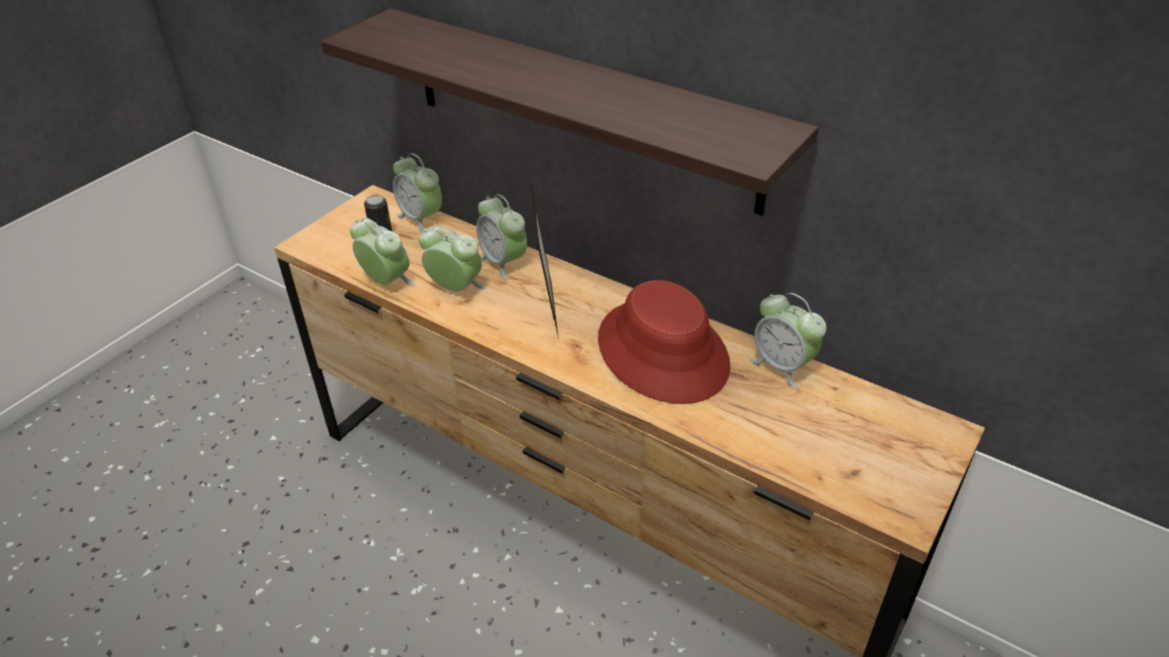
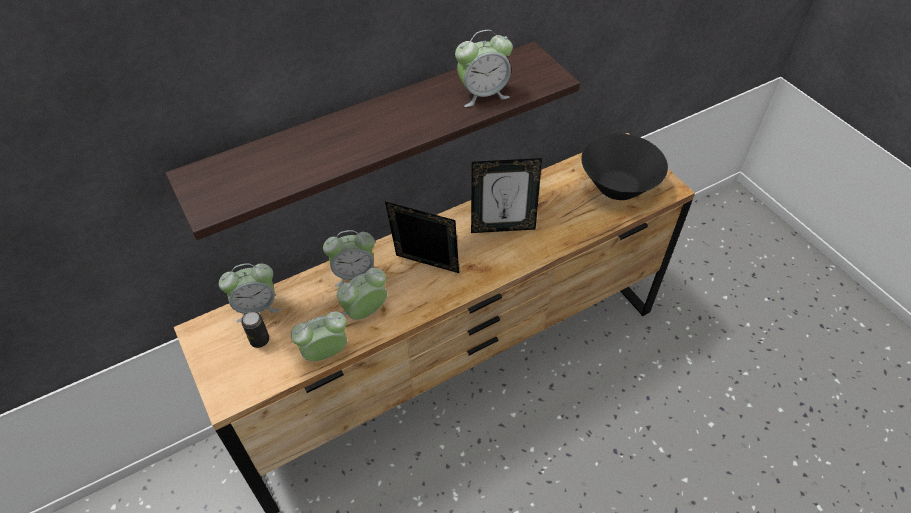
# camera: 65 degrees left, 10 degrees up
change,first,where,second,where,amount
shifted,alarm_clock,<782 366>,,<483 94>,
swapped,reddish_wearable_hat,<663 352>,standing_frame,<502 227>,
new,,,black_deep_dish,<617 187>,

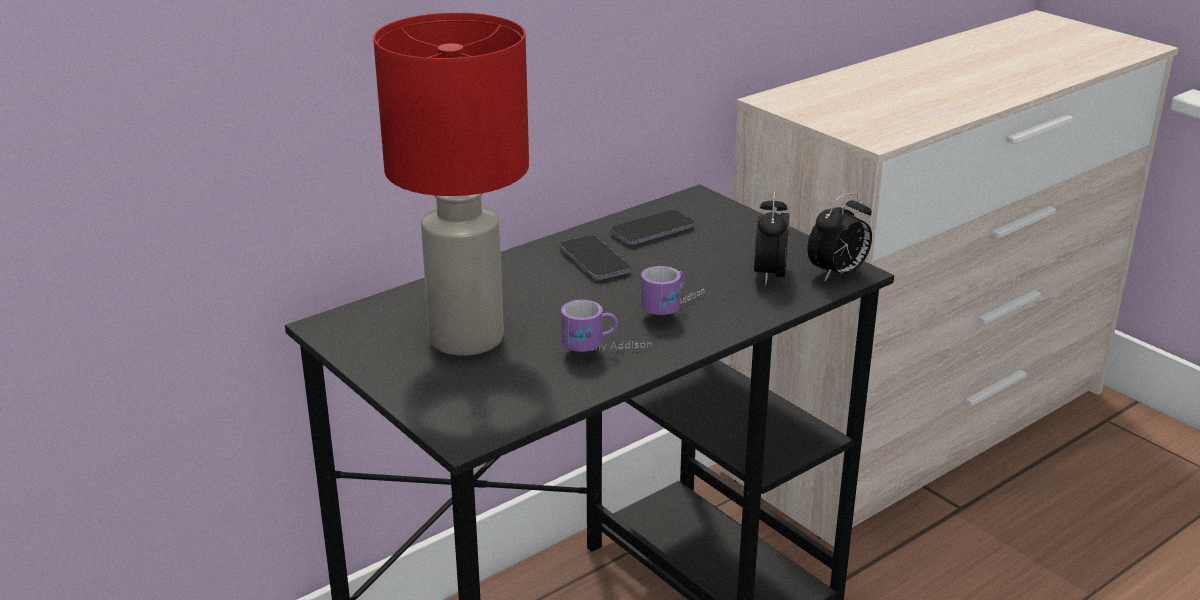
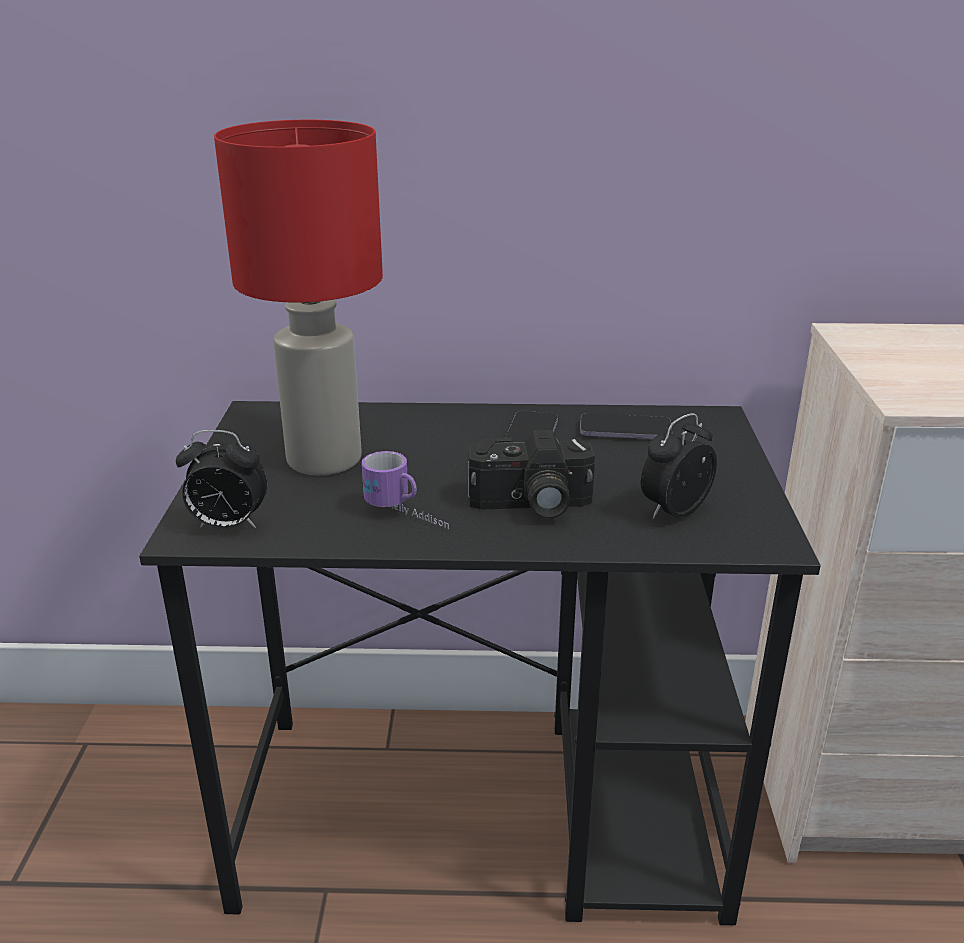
# camera: 40 degrees right, 0 degrees up
change,first,where,second,where,amount
shifted,alarm_clock,<837 274>,,<227 526>,
swapped,tea_mug,<676 309>,photo_camera,<530 505>,

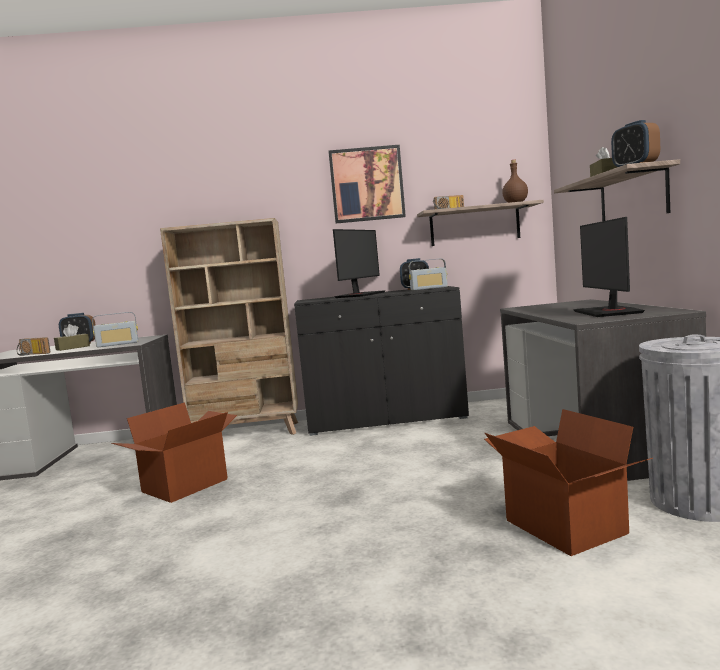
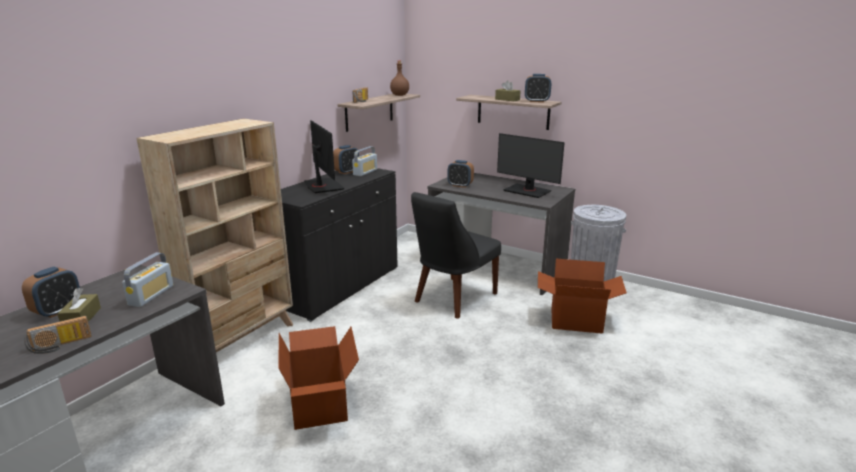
# camera: 55 degrees left, 15 degrees up
change,first,where,second,where,amount
new,,,black_plain_chair,<453 299>,
new,,,alarm_clock,<460 185>,
gone,picture,<367 184>,,,

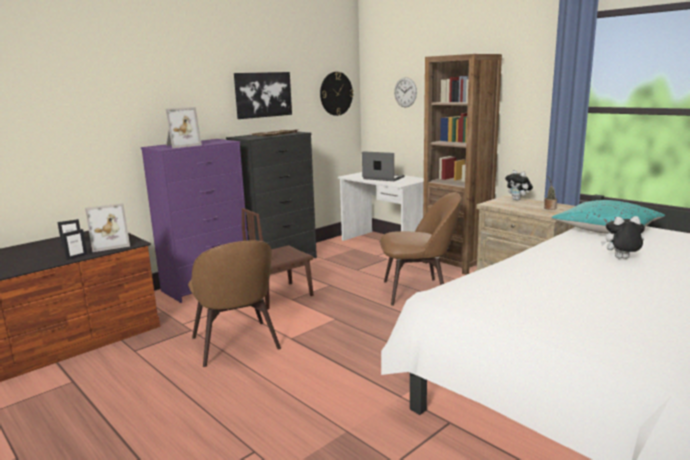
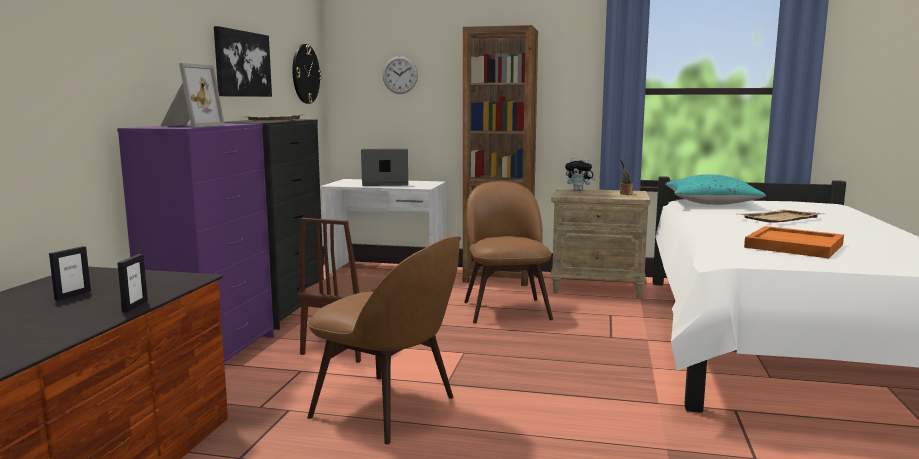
# camera: 35 degrees left, 5 degrees down
change,first,where,second,where,amount
rotated,brown-coloured_plain_chair,<417 291>,,<506 309>,60 degrees counterclockwise
swapped,soft_toy,<621 259>,beige_carrying_tray,<779 218>,
new,,,orange-coloured_carrying_tray,<793 246>,
gone,standing_frame,<110 245>,,,

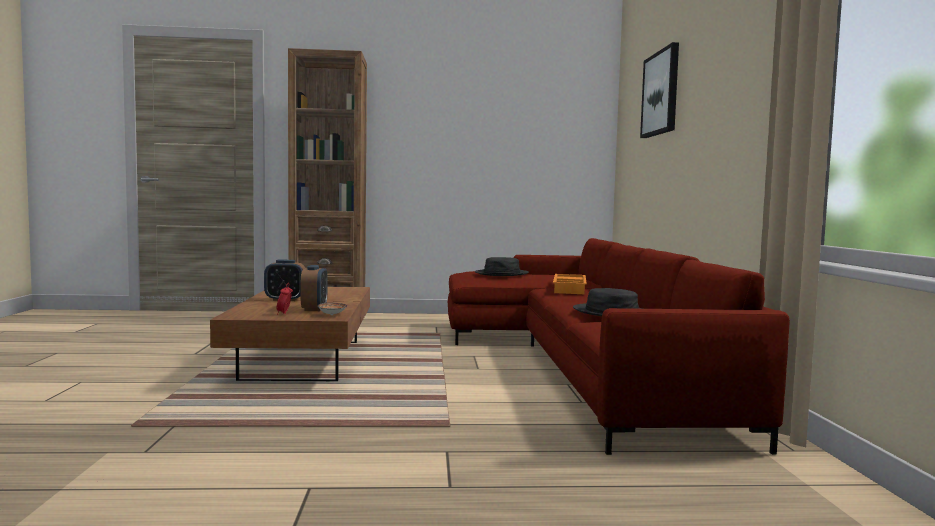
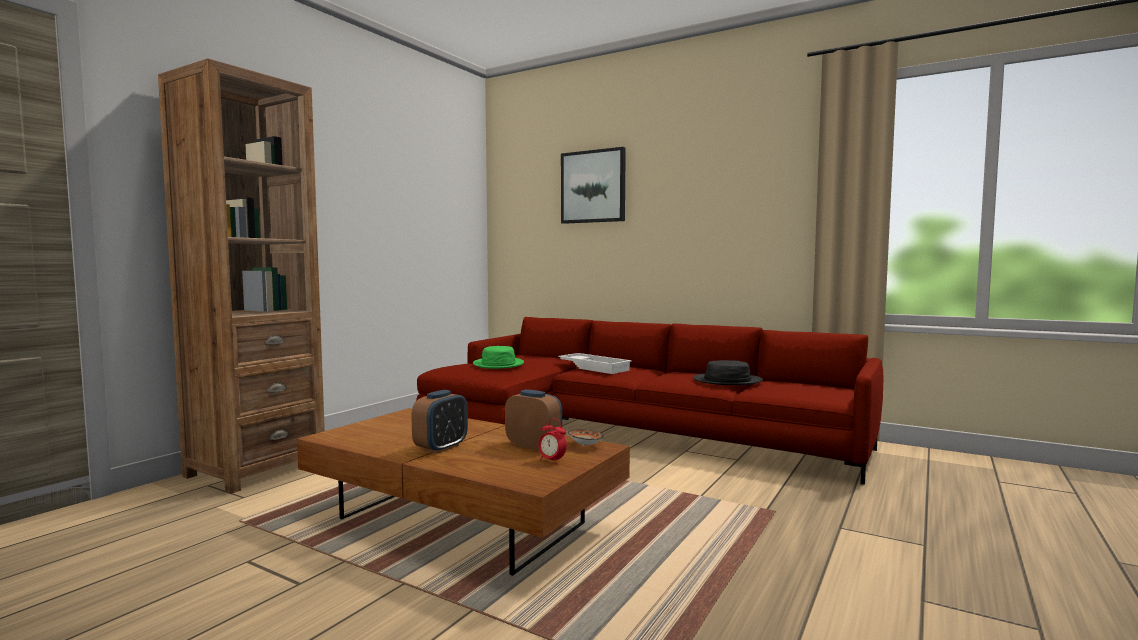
# camera: 55 degrees left, 0 degrees up
change,first,where,second,where,amount
repainted,black_wearable_hat,<501 274>,green_wearable_hat,<498 364>,
repainted,orange-coloured_carrying_tray,<570 289>,whitish_carrying_tray,<595 367>,

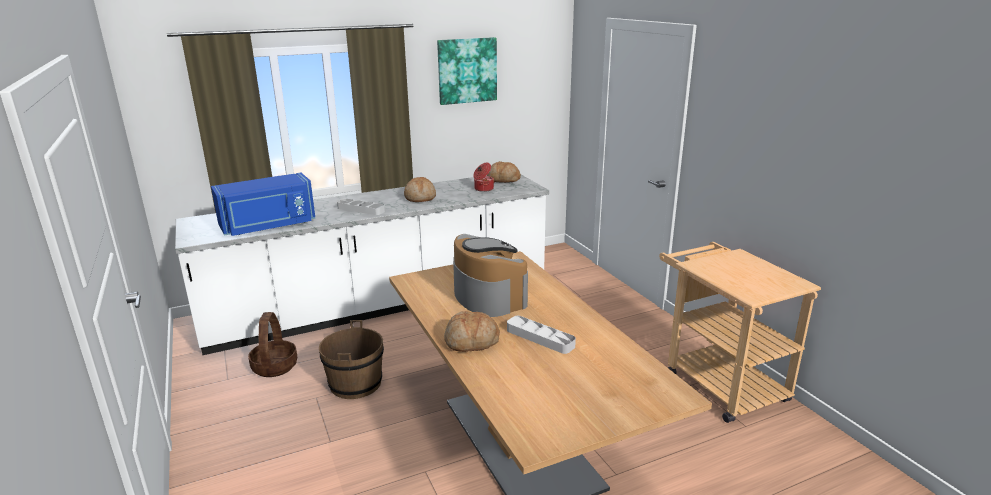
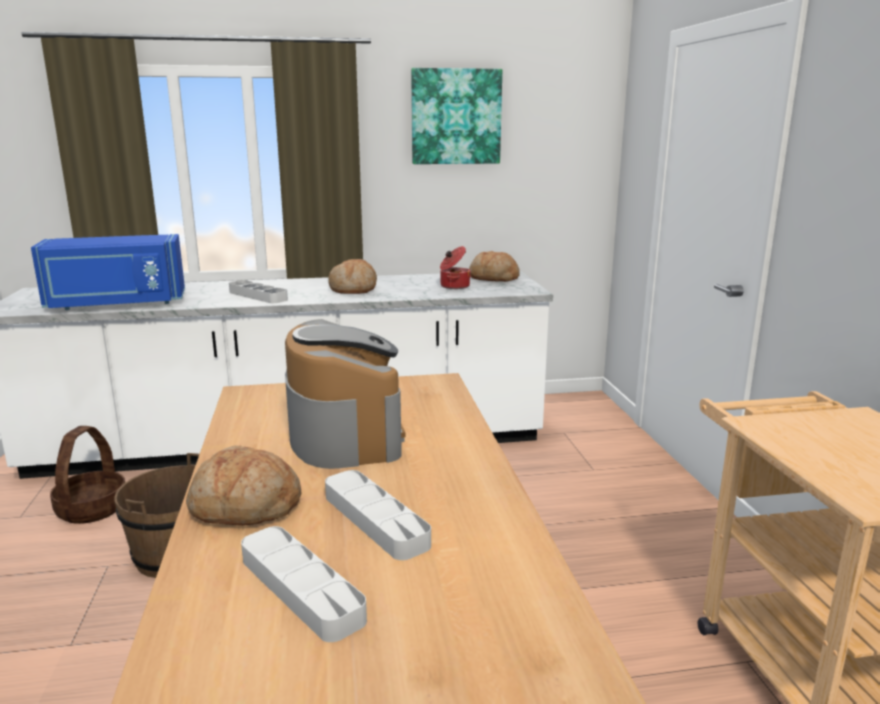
# camera: 15 degrees right, 5 degrees down
change,first,where,second,where,amount
new,,,grey_carrying_tray,<301 588>,

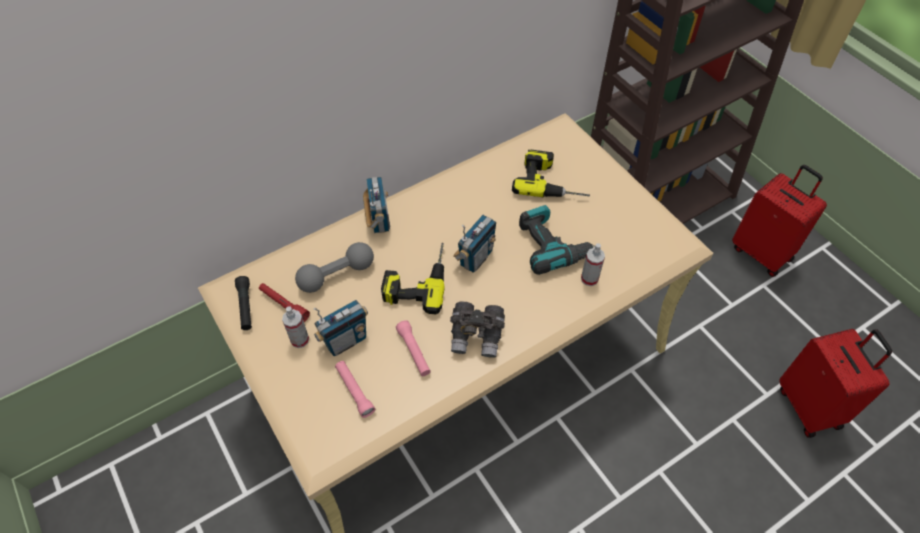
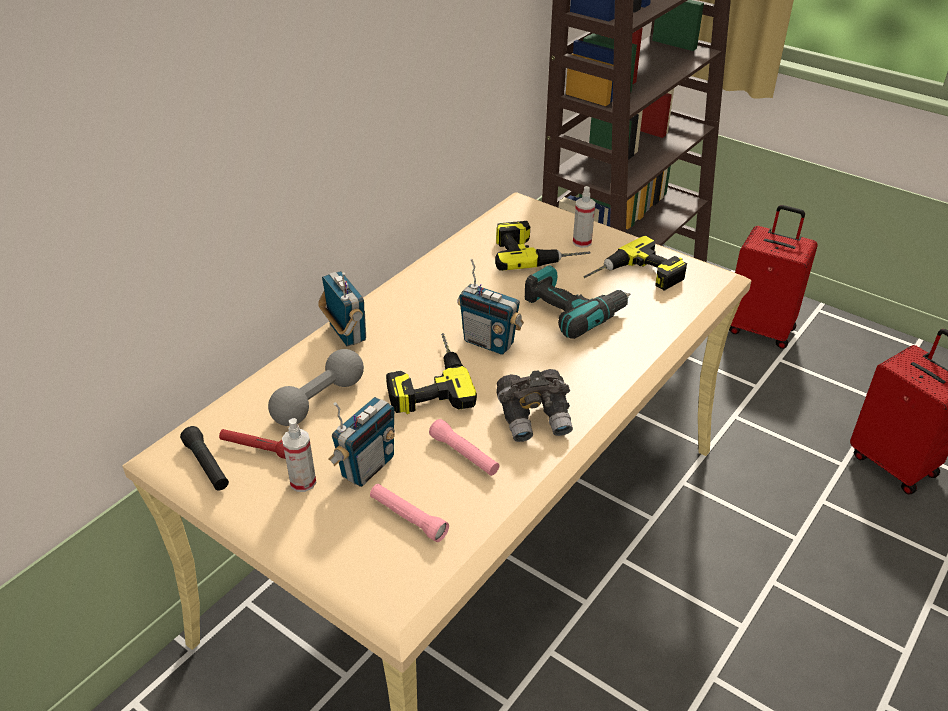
# camera: 20 degrees left, 15 degrees down
change,first,where,second,where,amount
rotated,radio_receiver,<475 258>,,<489 342>,105 degrees clockwise
shifted,sprayer,<589 279>,,<582 242>,
new,,,drill,<635 277>,

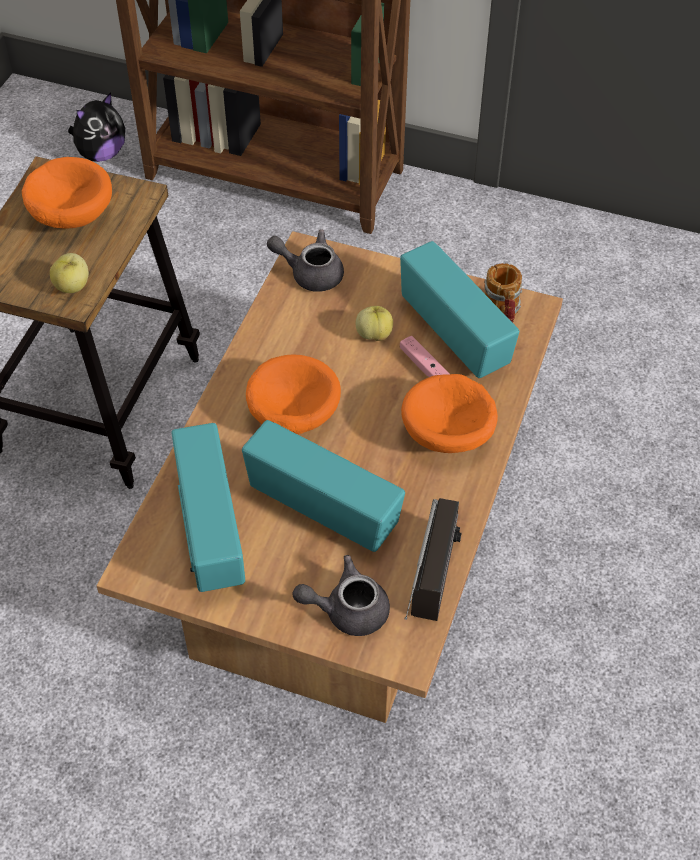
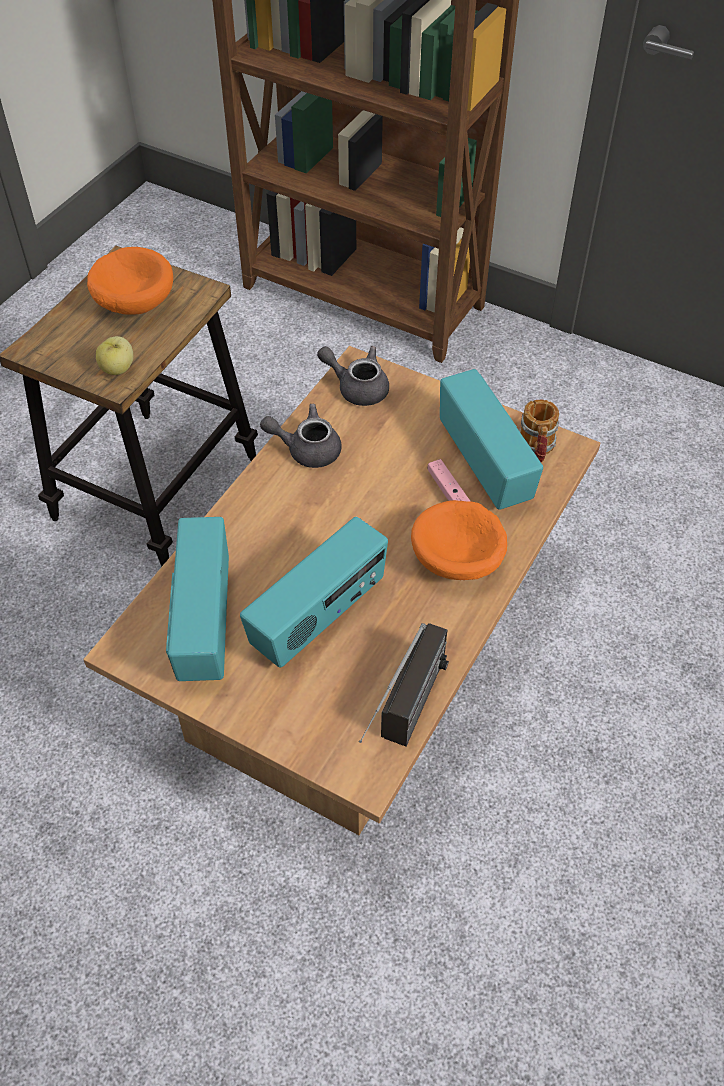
# camera: 10 degrees right, 0 degrees up
change,first,where,second,where,amount
rotated,radio_receiver,<324 509>,,<319 617>,90 degrees clockwise
shifted,grey_tea_pot,<347 610>,,<306 449>,
gone,soft_toy,<101 154>,,,
gone,orange-coloured_deep_dish,<292 414>,,,
gone,apple_fruit,<374 335>,,,

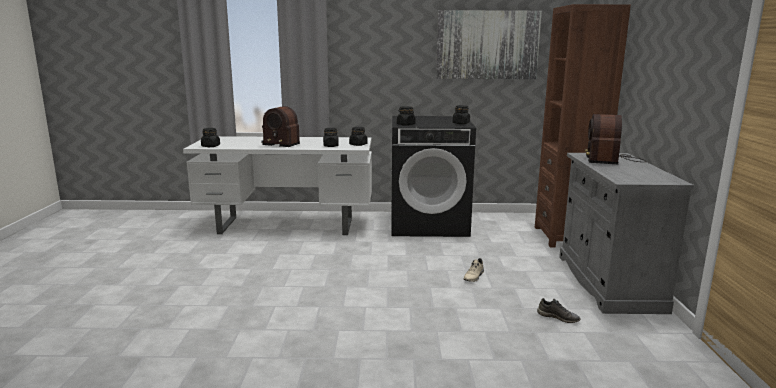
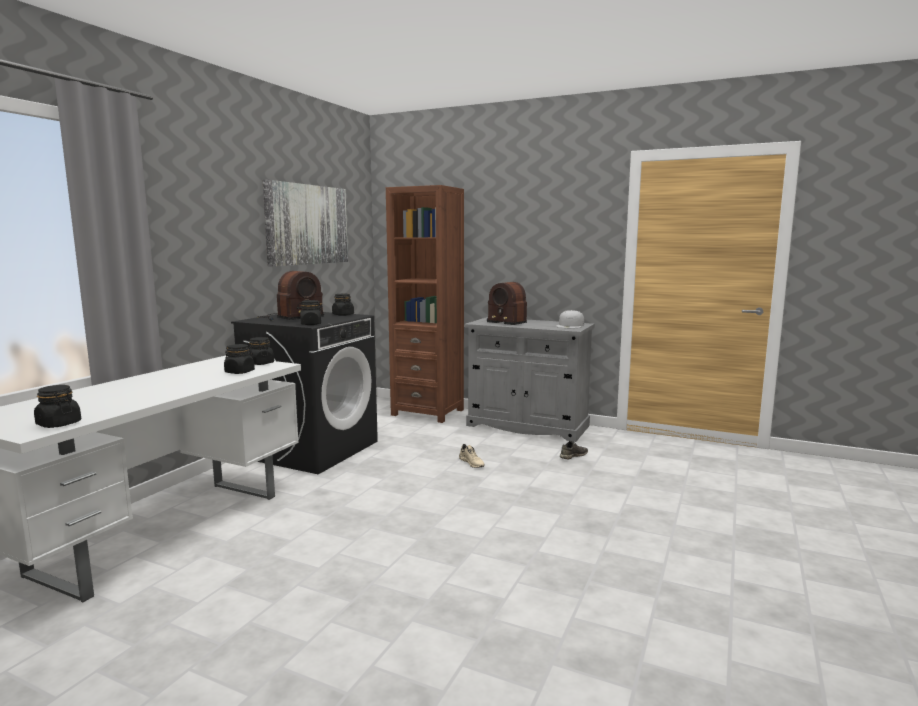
# camera: 65 degrees left, 5 degrees down
change,first,where,second,where,amount
shifted,radio_receiver,<281 143>,,<289 318>,
new,,,whitish_cap,<570 325>,

